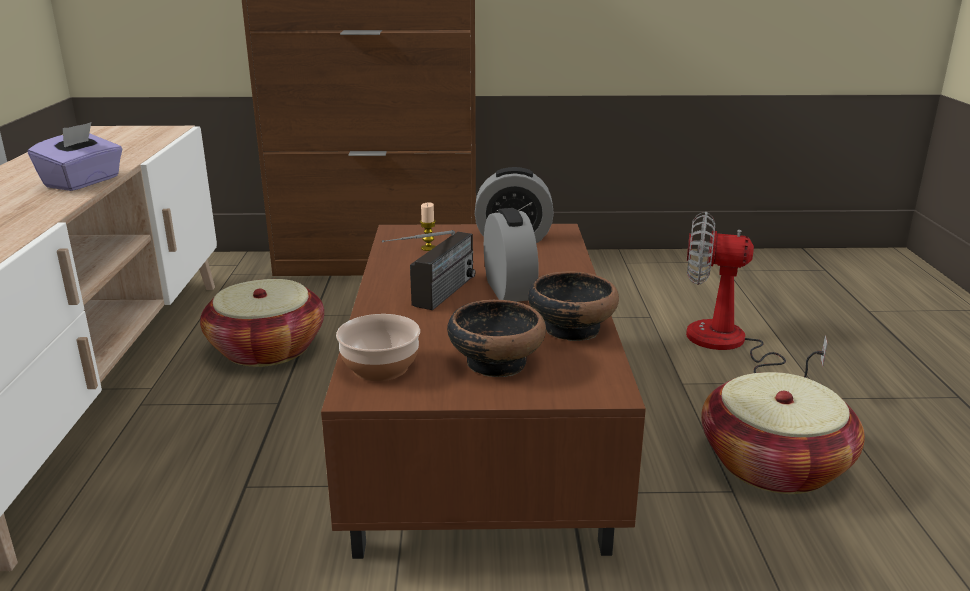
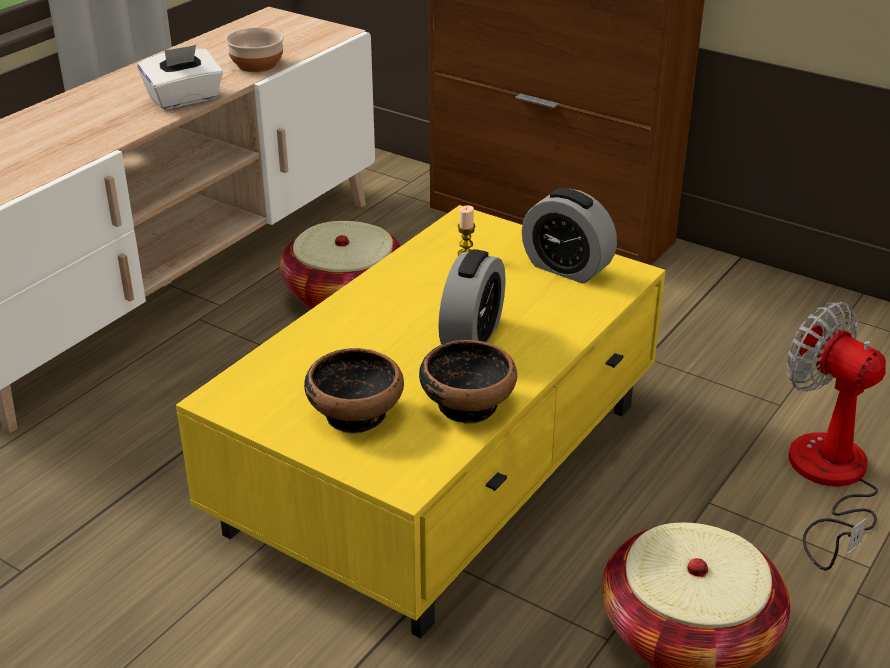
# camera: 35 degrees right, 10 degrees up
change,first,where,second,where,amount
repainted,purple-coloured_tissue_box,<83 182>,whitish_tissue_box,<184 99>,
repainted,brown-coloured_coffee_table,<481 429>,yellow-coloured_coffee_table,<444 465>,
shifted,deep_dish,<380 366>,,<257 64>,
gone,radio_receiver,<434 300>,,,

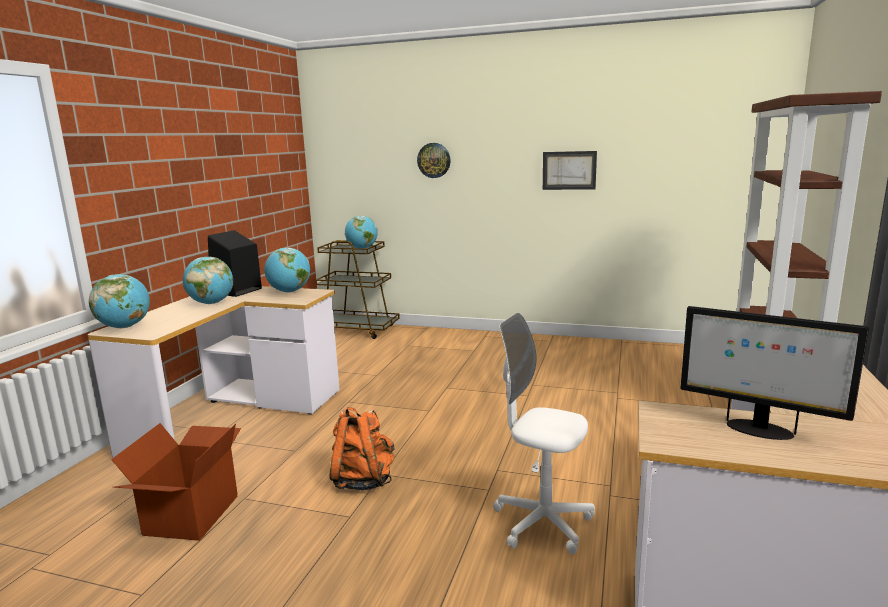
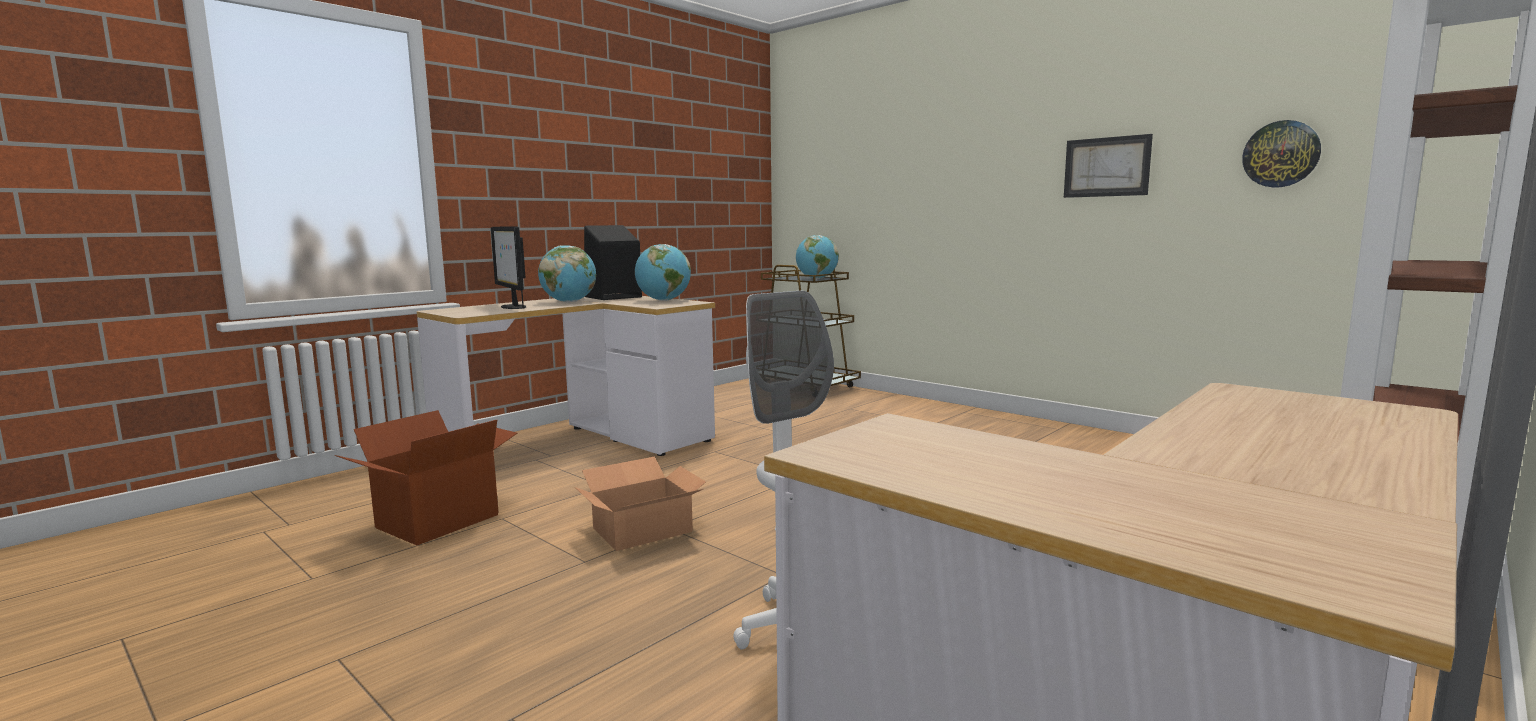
# camera: 25 degrees right, 5 degrees down
change,first,where,second,where,amount
shifted,computer_screen,<758 429>,,<513 307>,
swapped,orange-coloured_backpack,<363 480>,cardboard_box,<641 530>,
shifted,wall_clock,<434 160>,,<1281 154>,
gone,desk_globe,<125 327>,,,

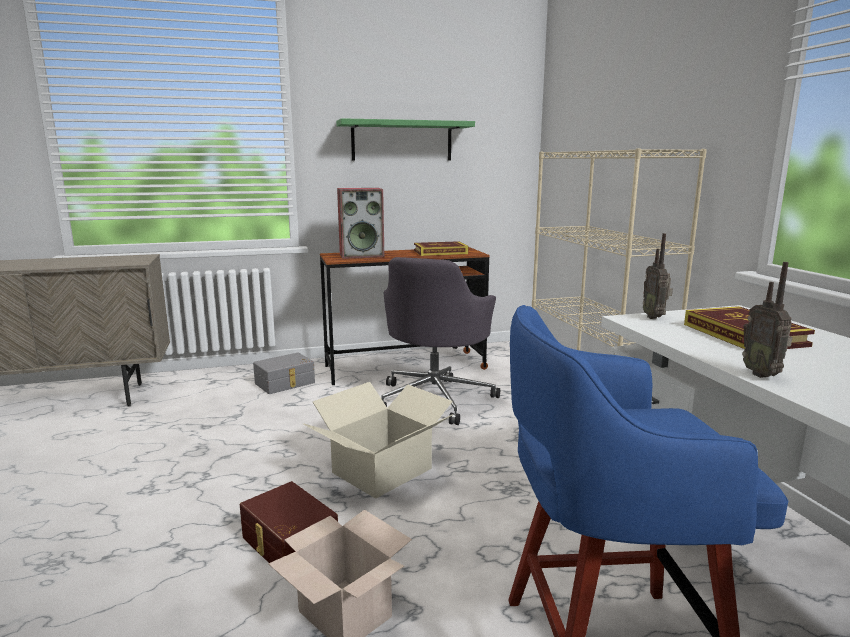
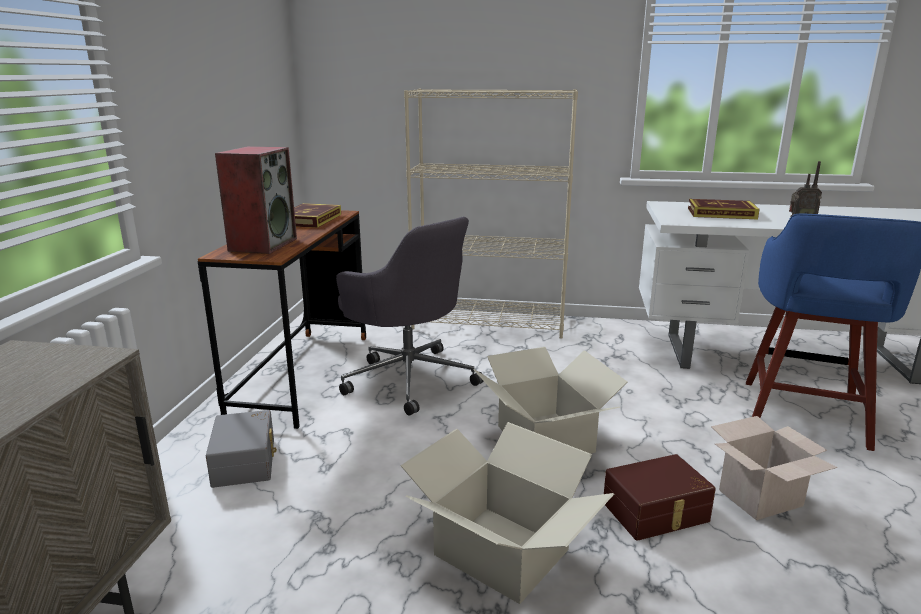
# camera: 65 degrees left, 5 degrees up
change,first,where,second,where,amount
new,,,cardboard_box,<501 553>,
gone,green_shelf,<402 141>,,,
gone,radio_receiver,<654 317>,,,

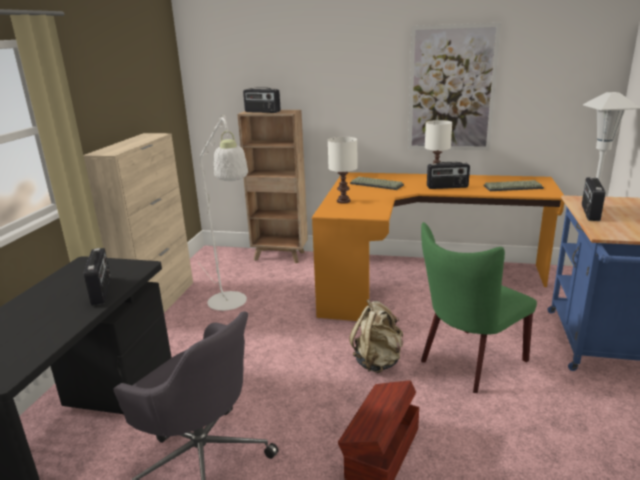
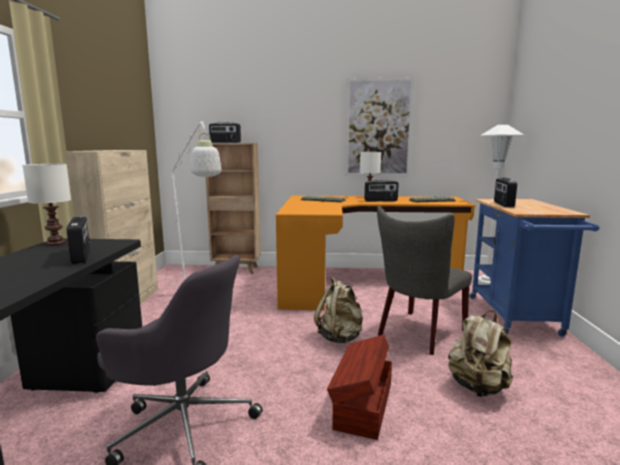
# camera: 10 degrees left, 10 degrees down
change,first,where,second,where,amount
shifted,whitish_tabletop_lamp,<343 201>,,<55 243>,
repainted,green_plain_chair,<468 362>,grey_plain_chair,<418 334>,
new,,,beige_backpack,<478 387>,

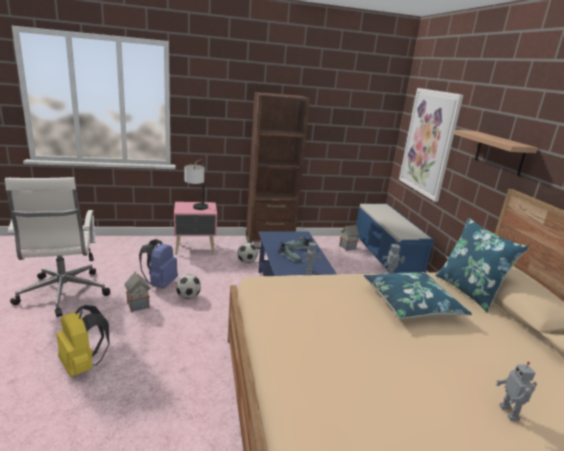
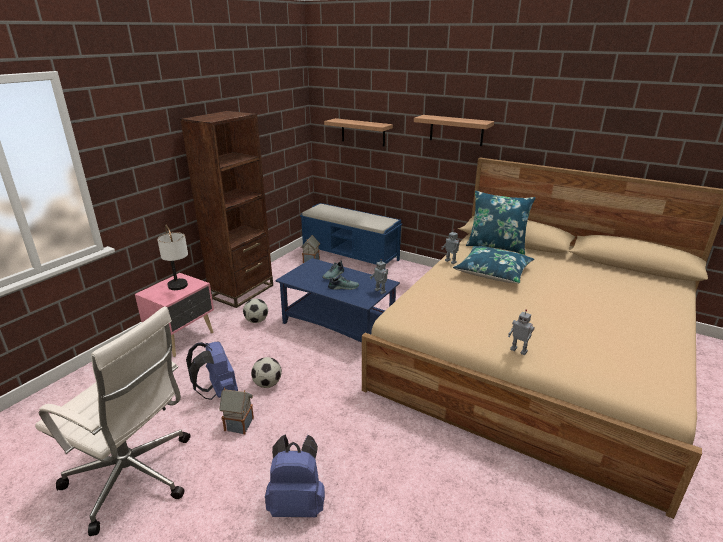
# camera: 45 degrees left, 5 degrees up
change,first,where,second,where,amount
repainted,yellow-coloured_backpack,<83 365>,blue-coloured_backpack,<297 504>,
swapped,picture,<429 142>,shelf,<363 132>,
shifted,toy_robot,<510 413>,,<519 350>,

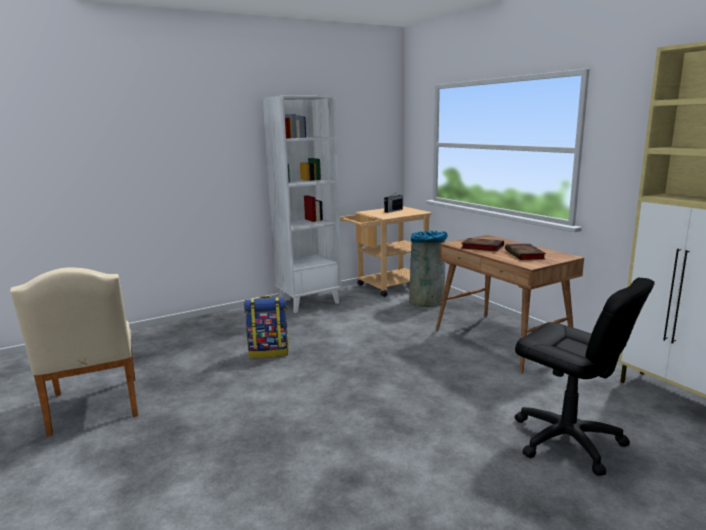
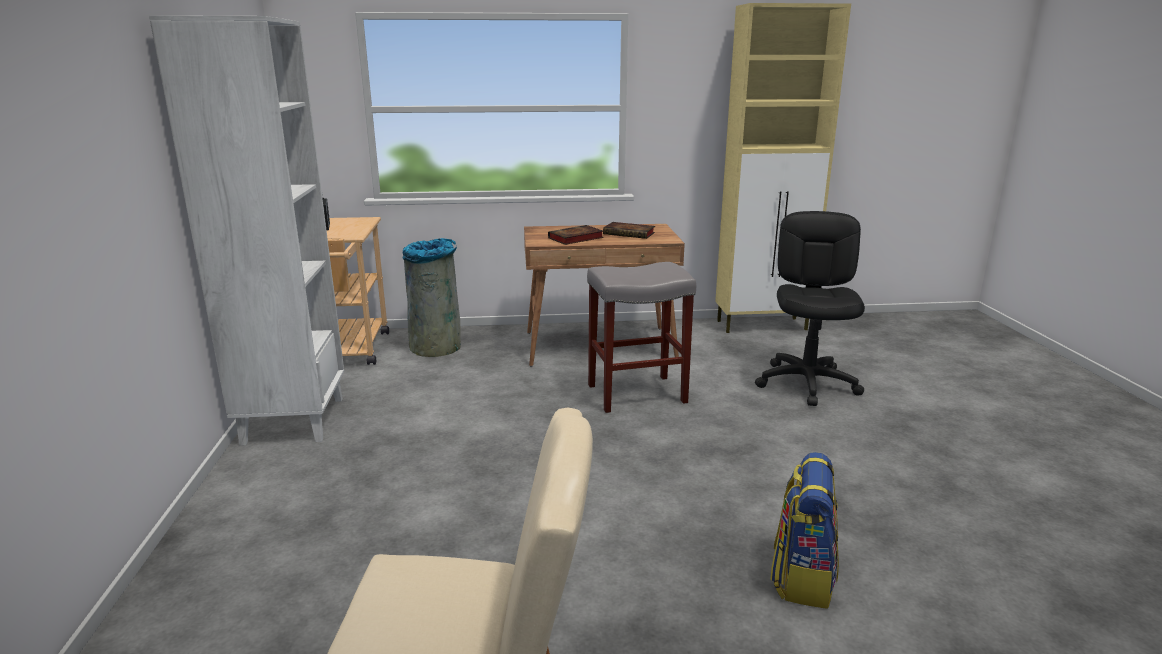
# camera: 65 degrees left, 5 degrees up
change,first,where,second,where,amount
new,,,grey_stool_seat,<635 394>,
rotated,black_desk_chair,<567 440>,,<807 383>,60 degrees counterclockwise
shifted,backpack,<269 352>,,<802 577>,

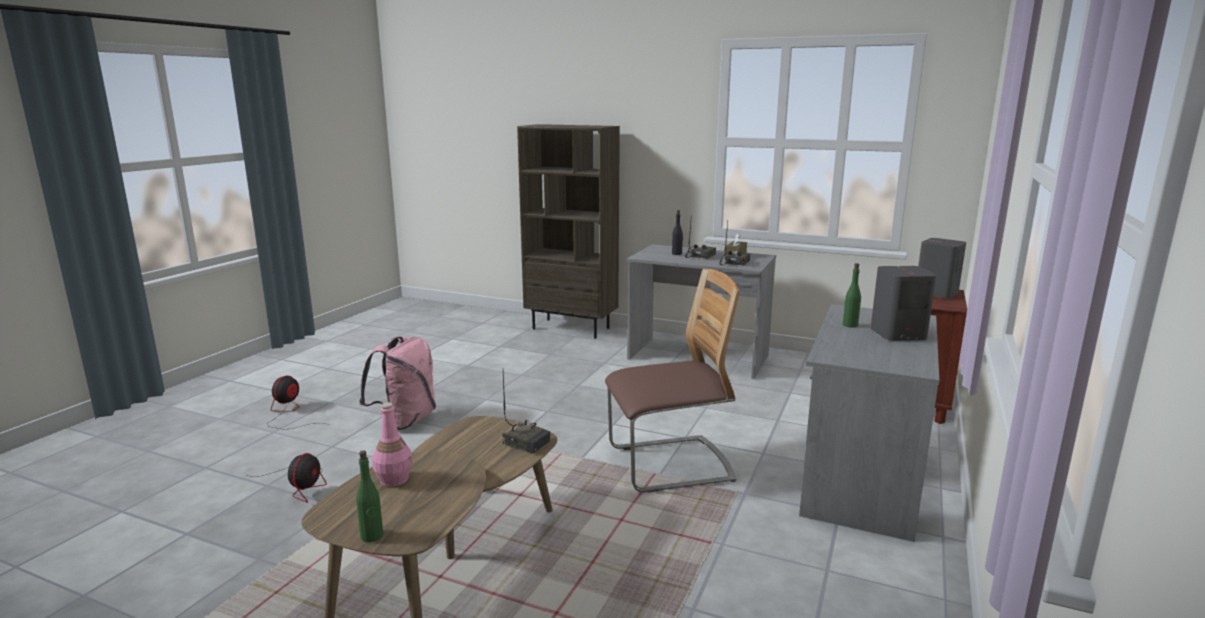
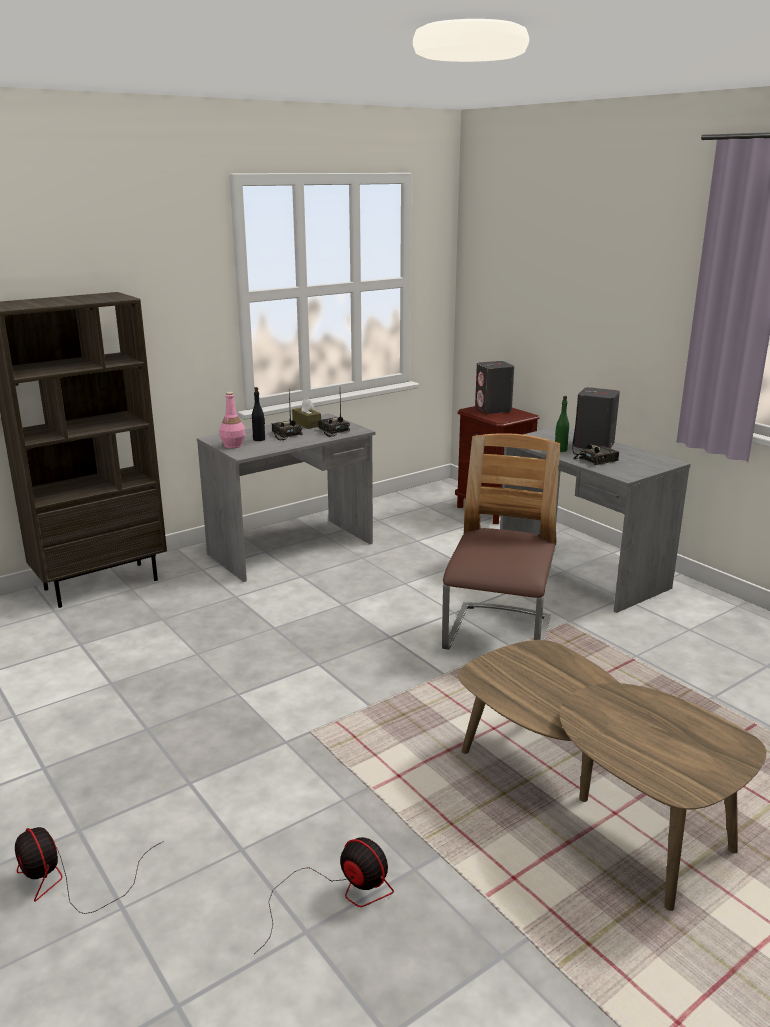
# camera: 60 degrees left, 5 degrees up
change,first,where,second,where,amount
shifted,pink_bottle,<394 479>,,<233 445>,
shifted,radio_receiver,<527 441>,,<595 460>,
gone,green_bottle,<372 536>,,,
gone,pink_backpack,<405 420>,,,

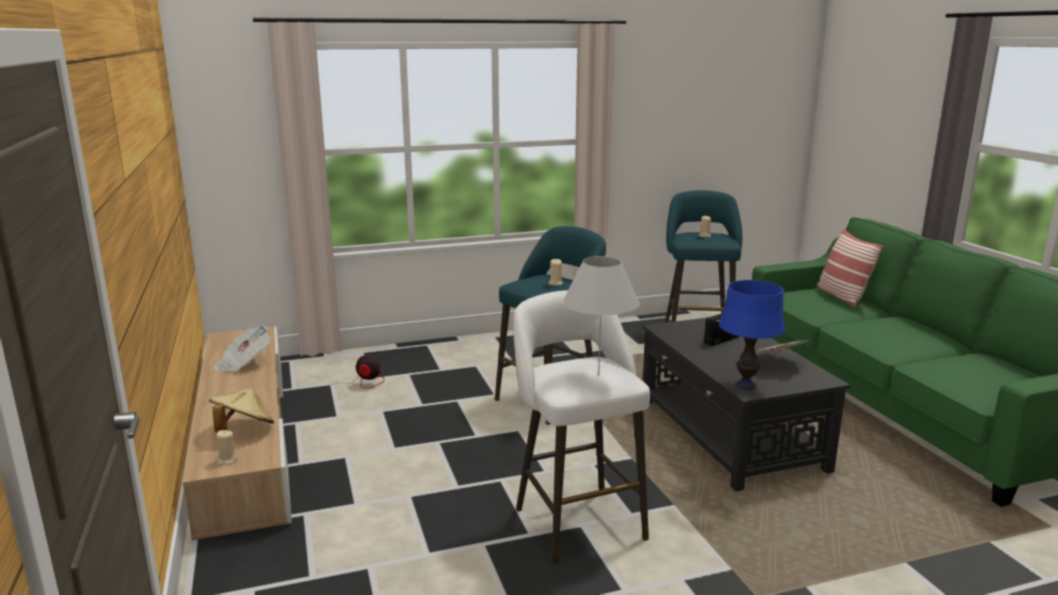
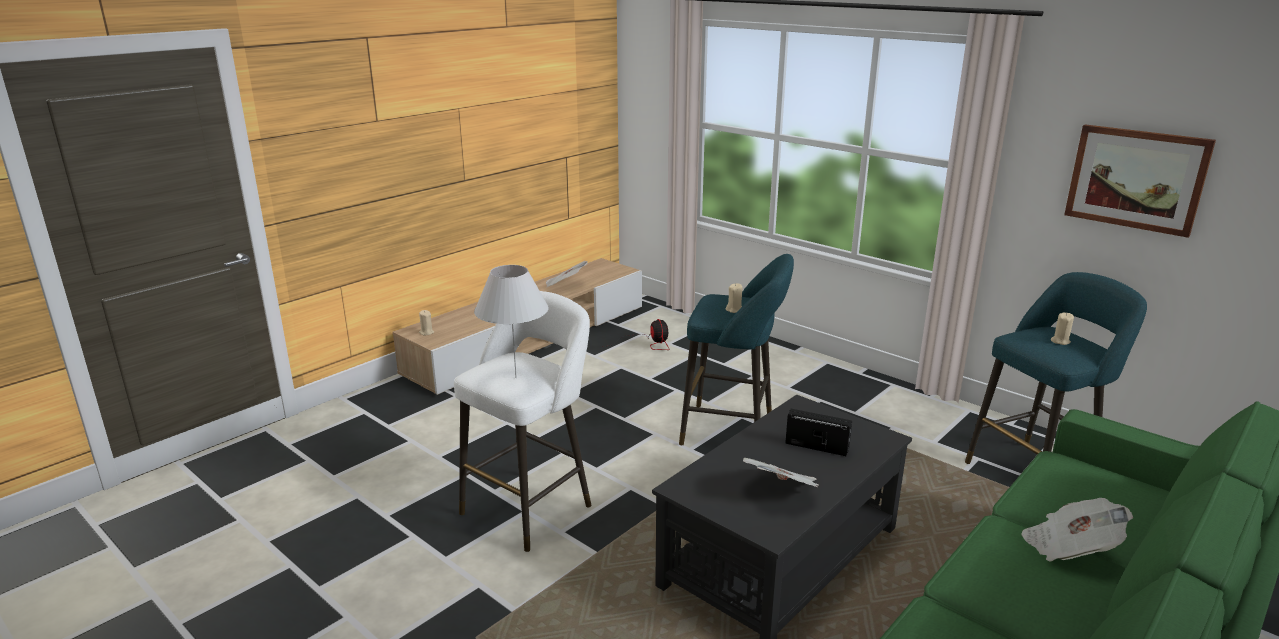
# camera: 60 degrees right, 5 degrees up
change,first,where,second,where,amount
new,,,newspaper,<1070 548>,
new,,,picture,<1136 179>,
gone,beige_wearable_hat,<243 430>,,,
gone,blue-coloured_tabletop_lamp,<745 385>,,,
gone,cushion,<842 296>,,,

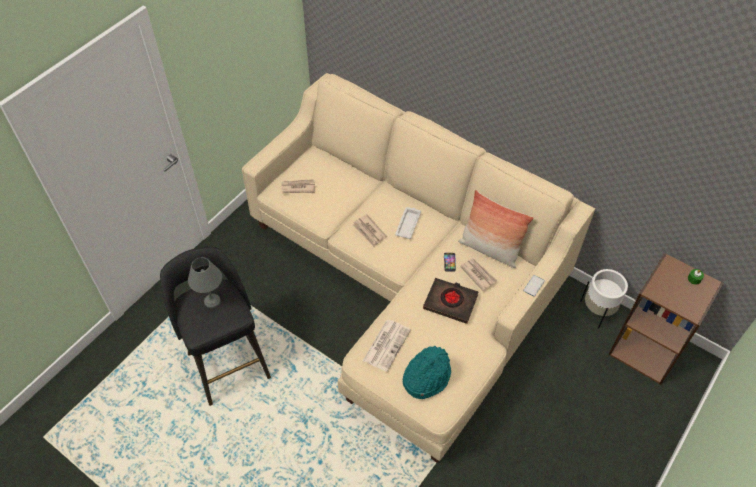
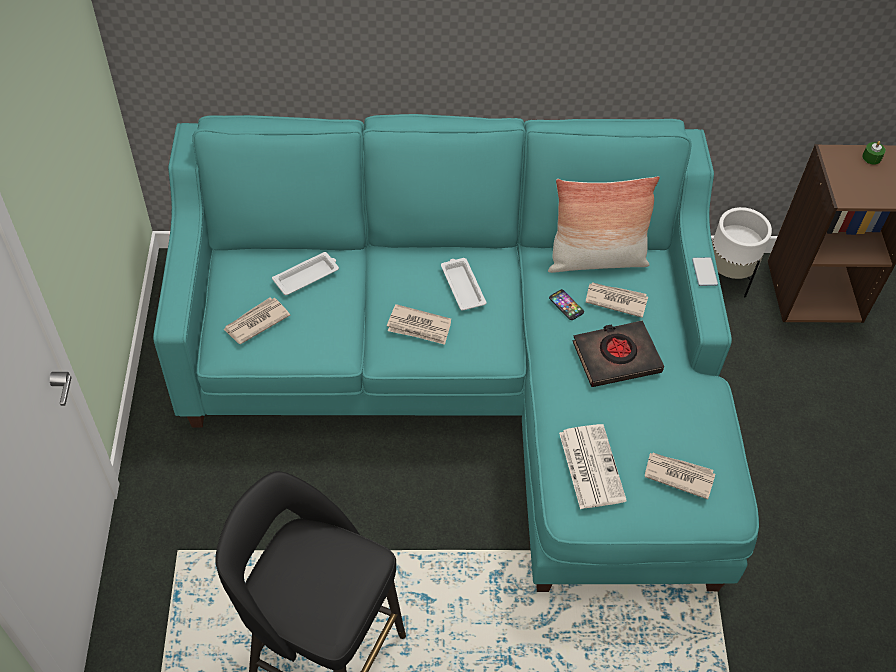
# camera: 40 degrees left, 0 degrees up
change,first,where,second,where,amount
repainted,beige_settee,<408 281>,turquoise_settee,<474 377>,
new,,,whitish_carrying_tray,<307 276>,
swapped,turquoise_wearable_hat,<426 377>,newspaper,<678 475>,
gone,grey_tabletop_lamp,<213 301>,,,

